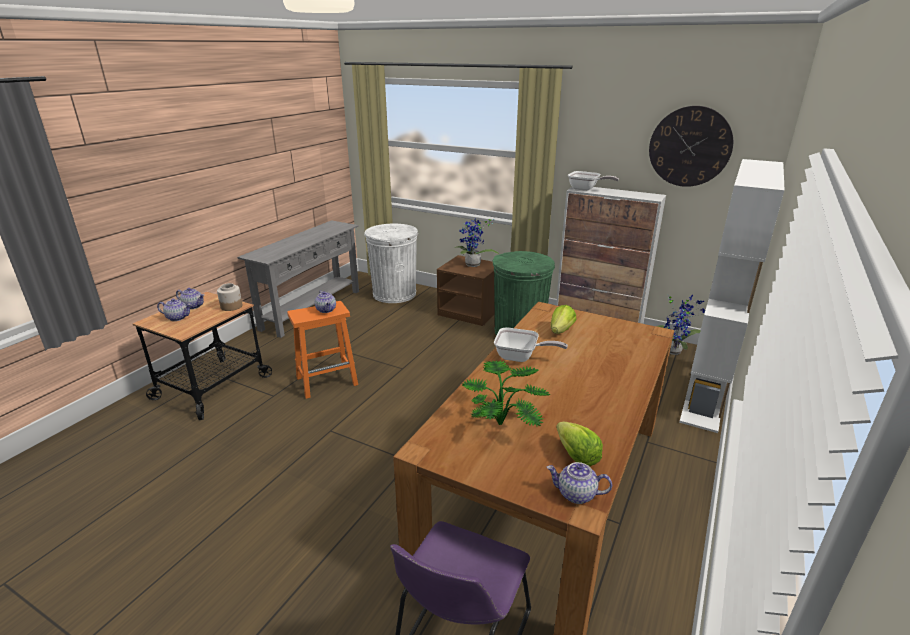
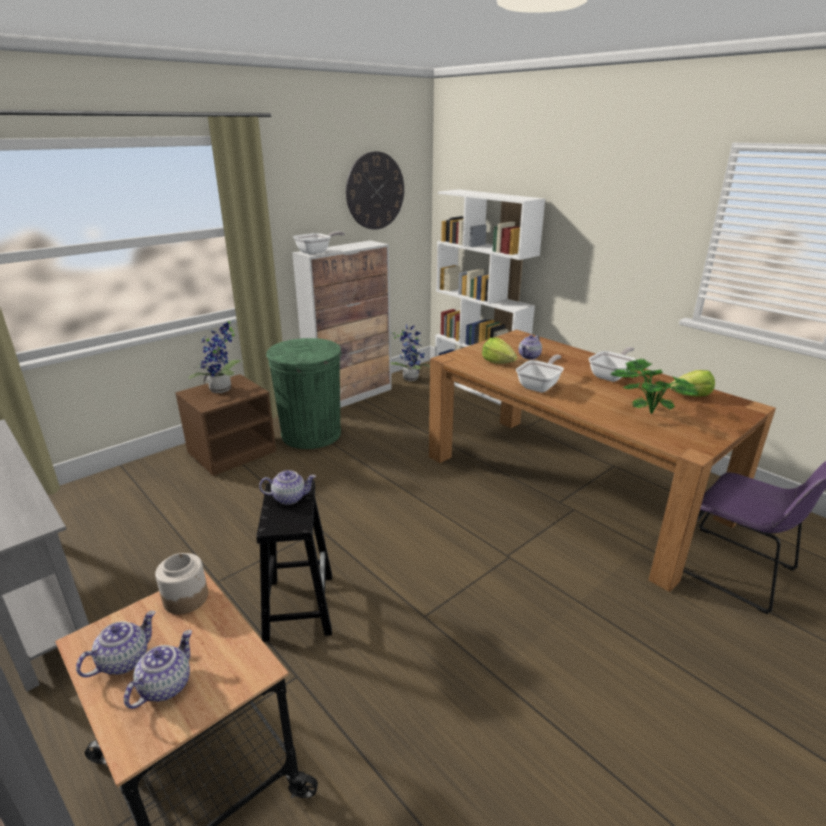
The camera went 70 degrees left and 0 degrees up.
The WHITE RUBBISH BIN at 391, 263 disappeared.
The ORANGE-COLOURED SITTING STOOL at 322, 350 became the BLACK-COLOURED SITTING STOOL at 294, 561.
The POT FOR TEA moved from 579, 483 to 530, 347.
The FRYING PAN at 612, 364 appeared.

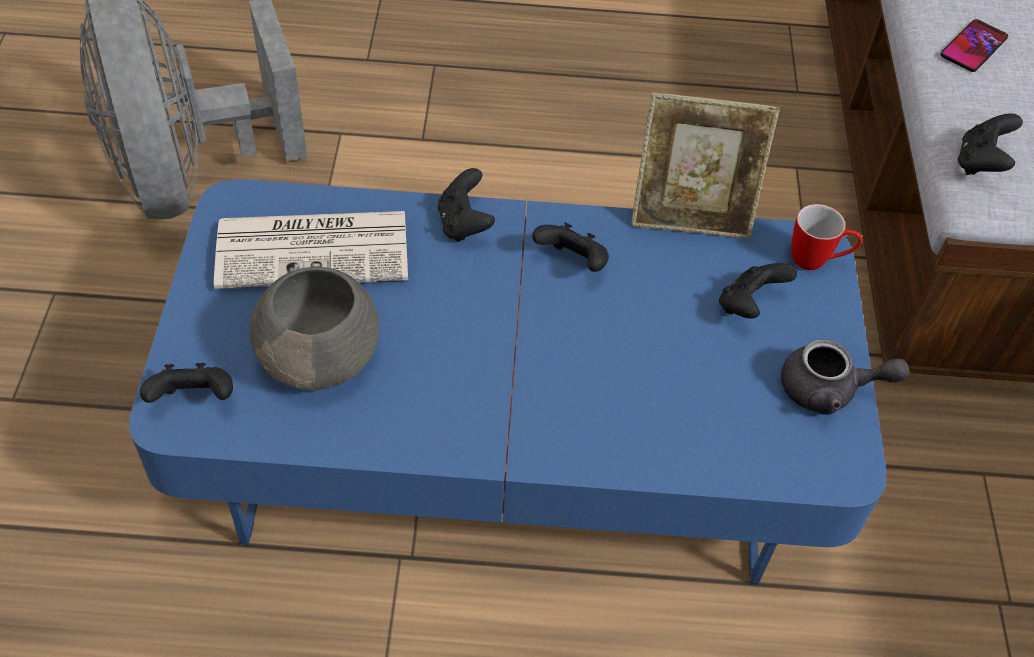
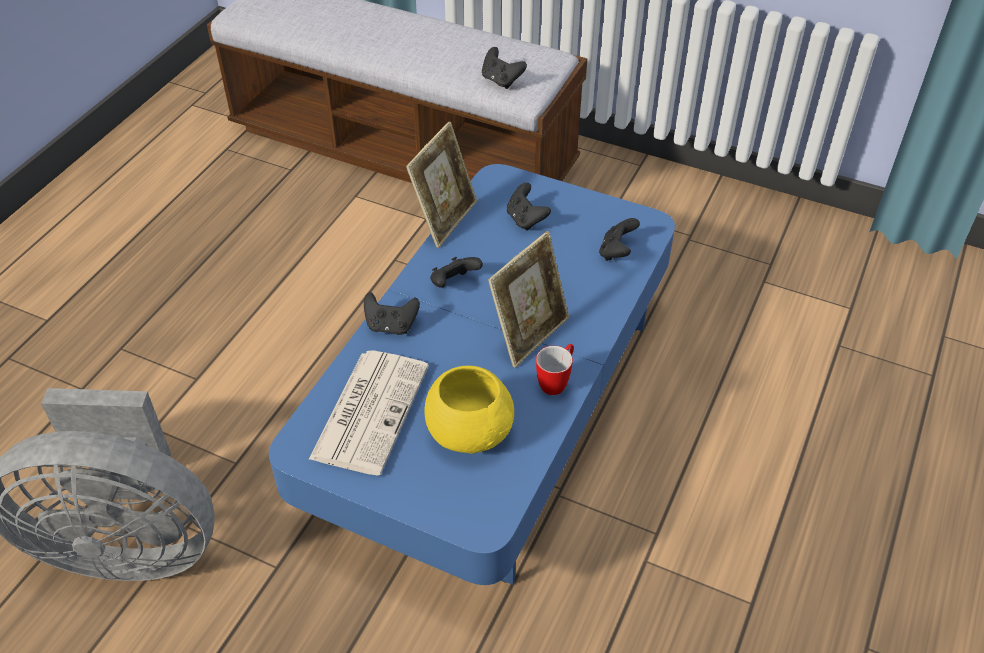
The camera went 65 degrees left and 5 degrees down.
The PHONE at 974, 45 disappeared.
The MUG moved from 826, 237 to 555, 369.
The GREY BOWL at 314, 329 became the YELLOW BOWL at 469, 410.
The GREY POT FOR TEA at 845, 377 disappeared.
The BLACK-COLOURED JOYPAD moved from 186, 383 to 619, 239.
The PICTURE FRAME at 528, 299 appeared.

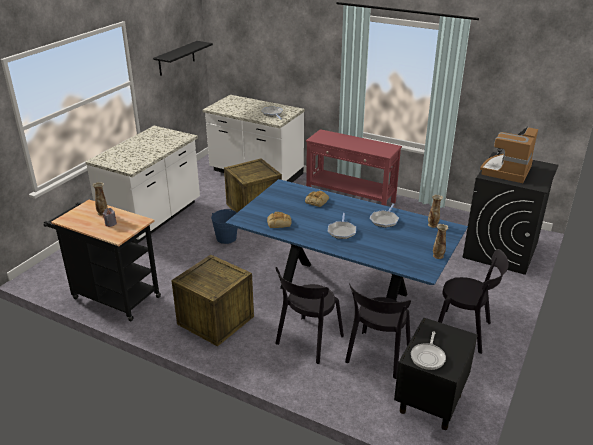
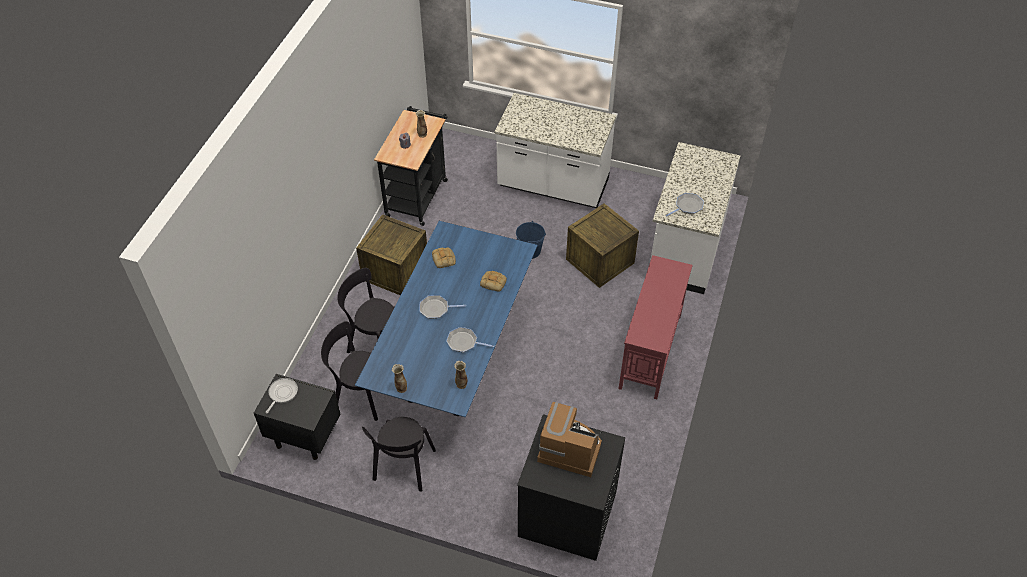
The camera went 80 degrees right and 20 degrees up.
The BLACK-COLOURED BRACKET SHELF at 183, 58 disappeared.
The FRYING PAN at 428, 350 turned 105 degrees clockwise.

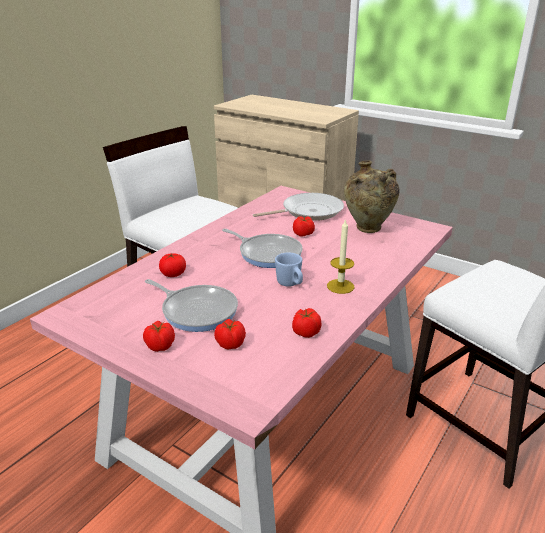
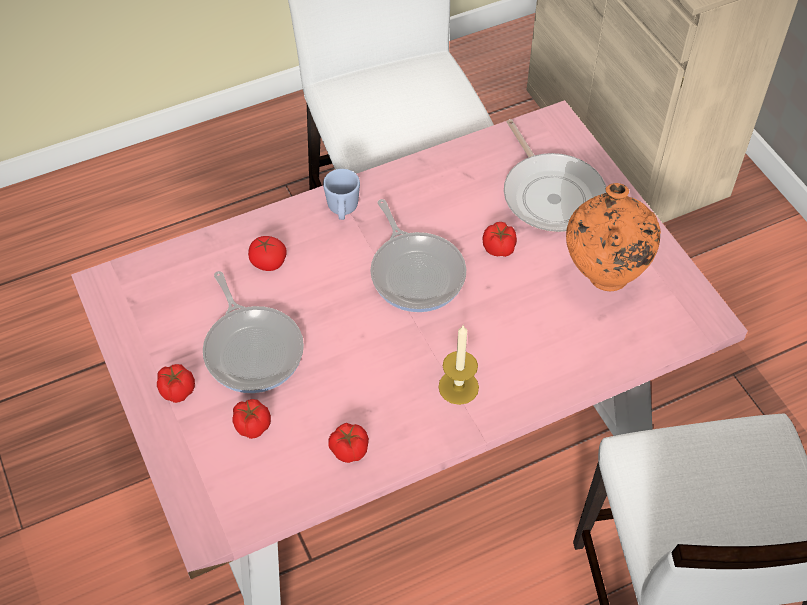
The camera went 30 degrees right and 25 degrees up.
The BEIGE FLOWER VASE at 371, 196 became the ORANGE-COLOURED FLOWER VASE at 613, 237.
The FRYING PAN at 298, 207 turned 60 degrees clockwise.
The BLUE-COLOURED MUG moved from 289, 269 to 341, 194.

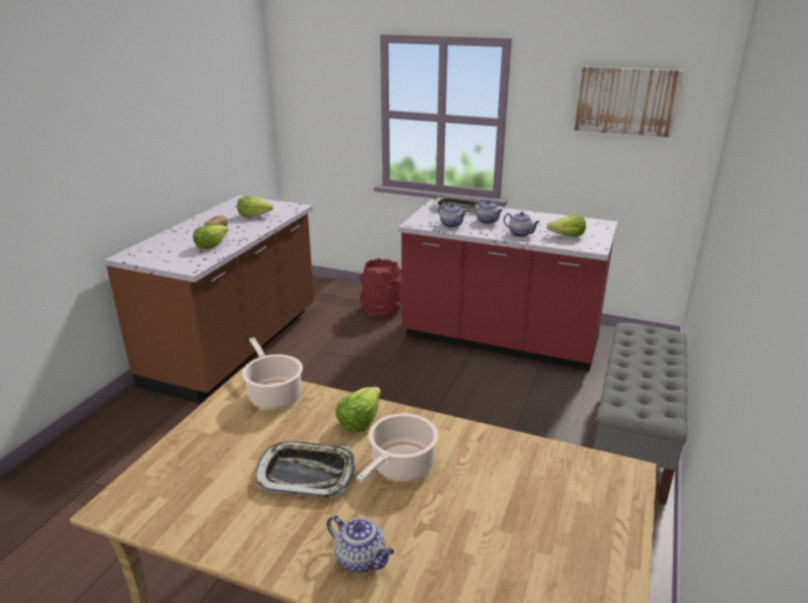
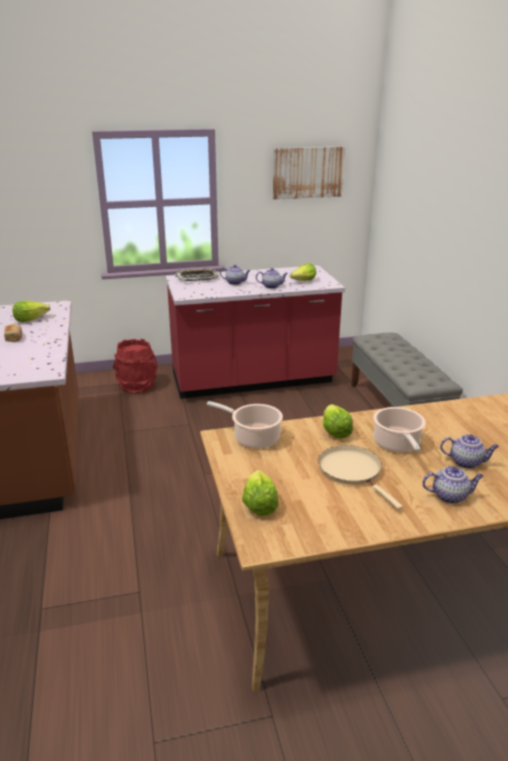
The camera went 35 degrees left and 0 degrees up.
The POT FOR TEA moved from 452, 215 to 469, 452.
The HEAD OF LETTUCE moved from 210, 237 to 260, 493.
The TRAY at 306, 469 was replaced by the BEIGE FRYING PAN at 360, 477.

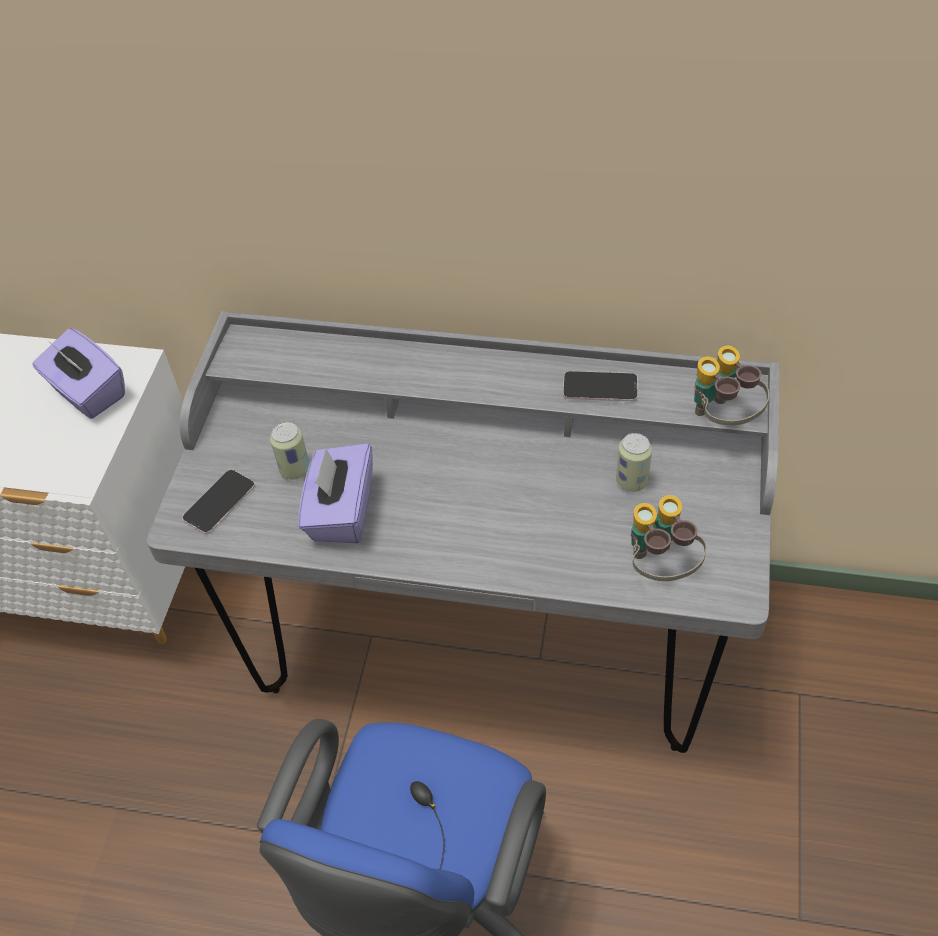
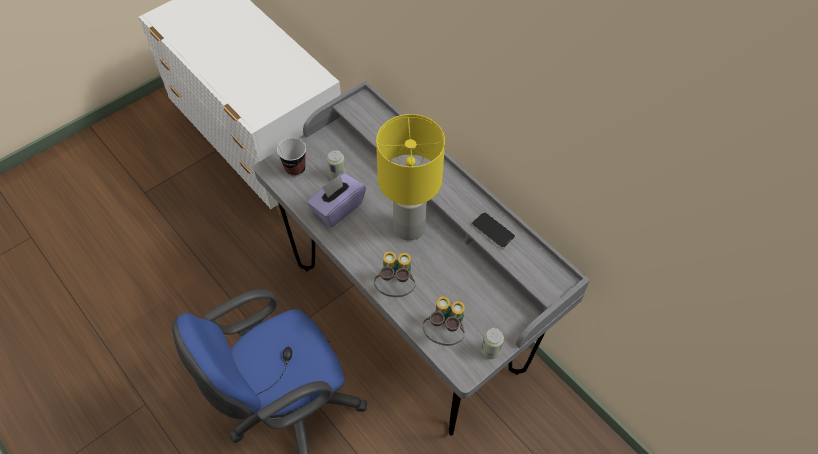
The camera went 35 degrees right and 5 degrees up.
The PURPLE TISSUE HOLDER at 78, 373 disappeared.
The PAIR OF BINOCULARS moved from 731, 386 to 395, 274.
The SEALED CAN moved from 634, 462 to 492, 343.
The PHONE at 218, 501 was replaced by the CUP at 291, 157.
The YELLOW LAMP FOR A TABLE at 410, 177 appeared.

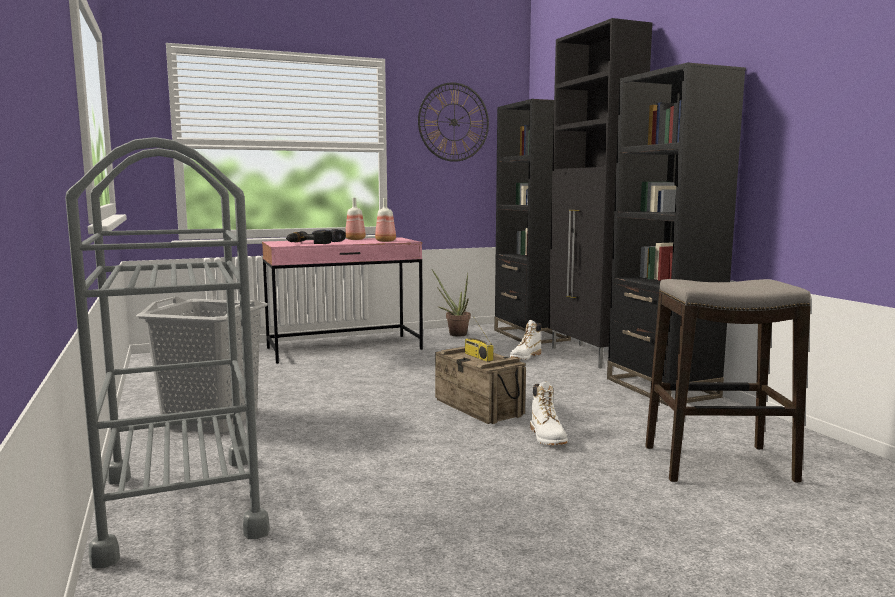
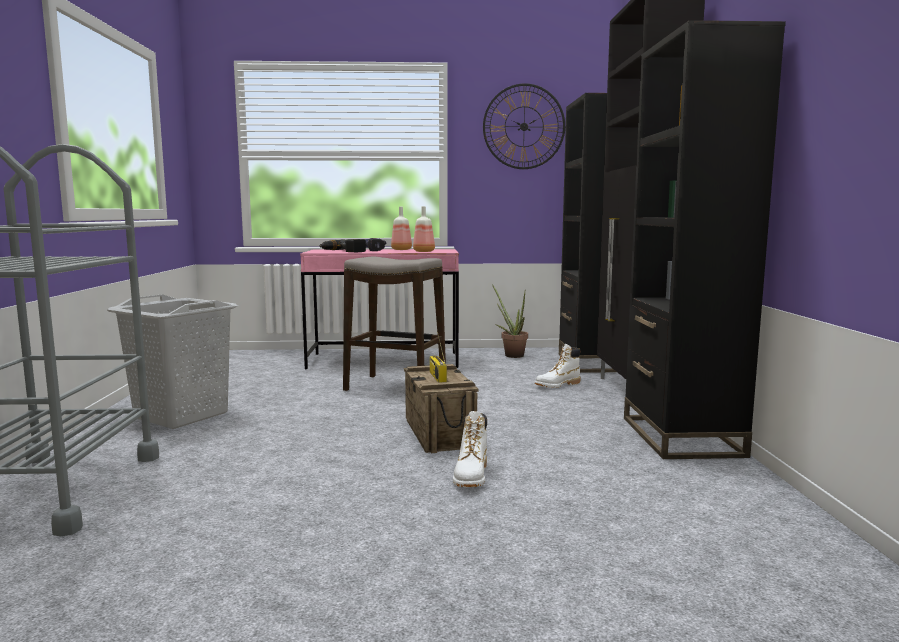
The camera went 20 degrees right and 0 degrees up.
The SITTING STOOL moved from 728, 381 to 394, 323.

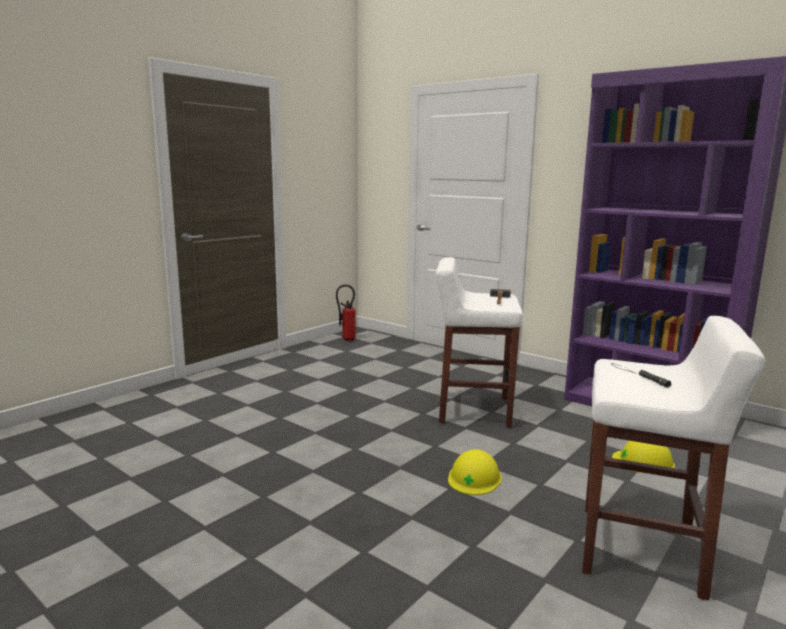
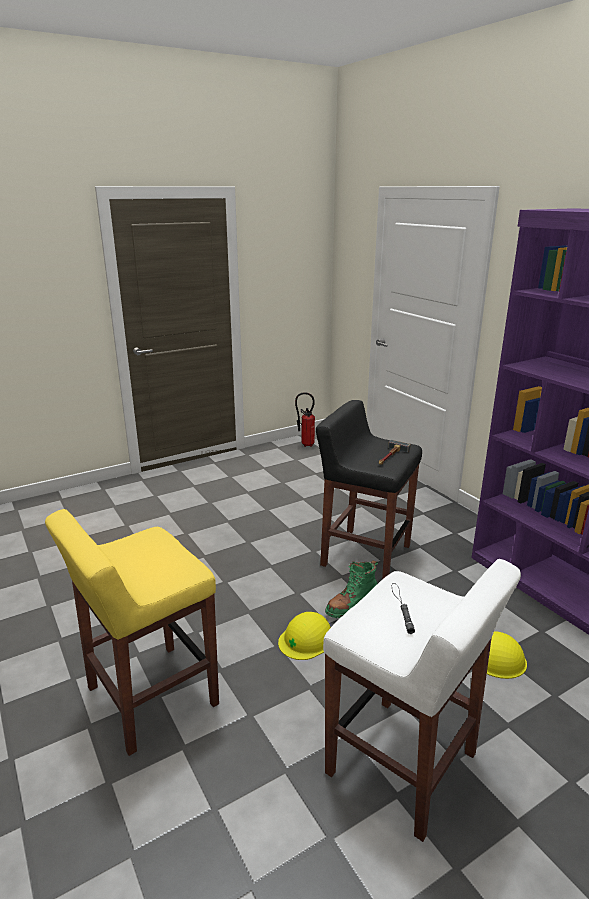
The camera went 20 degrees right and 10 degrees up.
The WHITE SITTING STOOL at 479, 342 became the BLACK-COLOURED SITTING STOOL at 369, 489.
The YELLOW SITTING STOOL at 132, 632 appeared.
The GREEN-COLOURED BOOT at 351, 589 appeared.

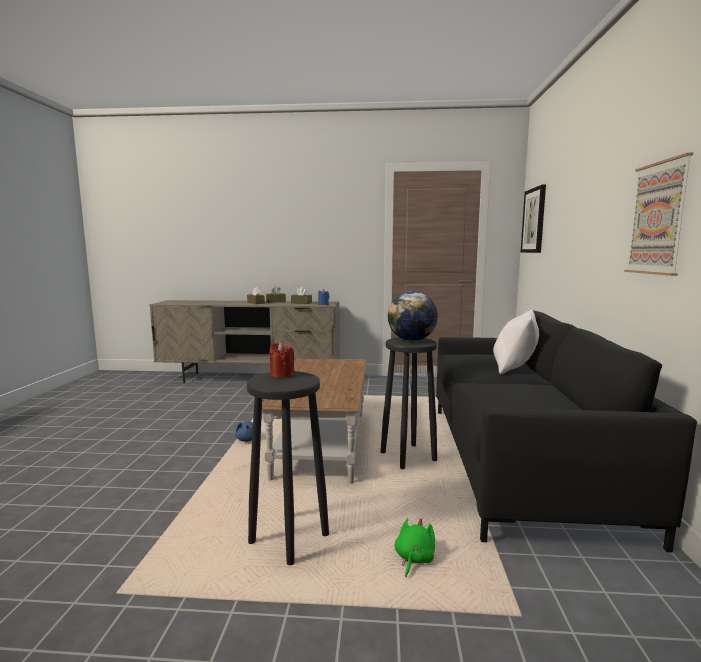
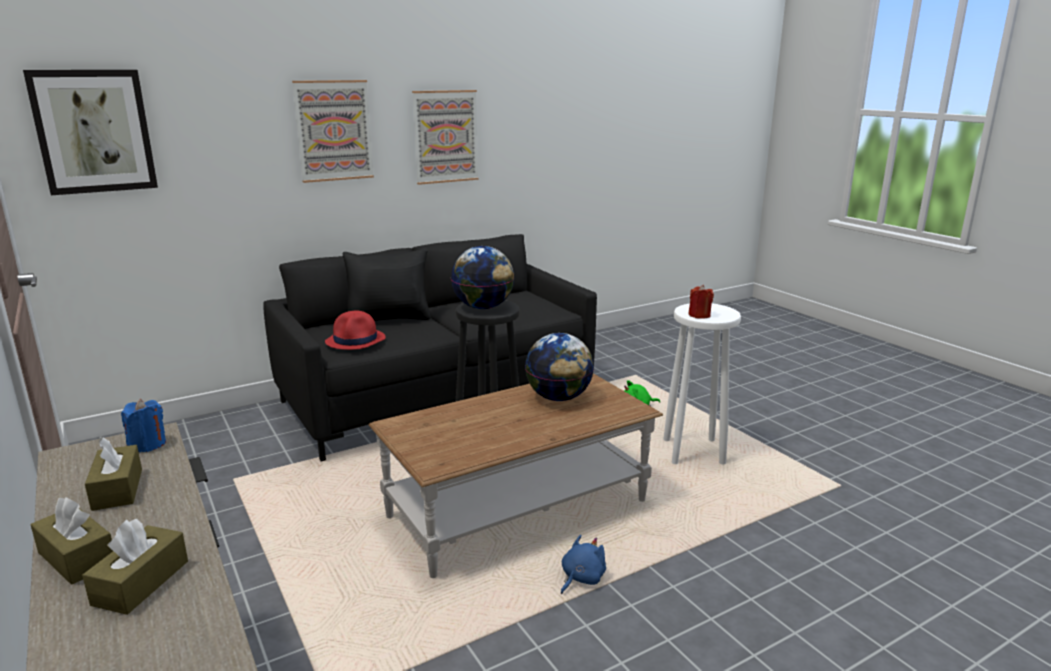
The camera went 125 degrees left and 10 degrees up.
The WHITE CUSHION at 516, 341 became the BLACK-COLOURED CUSHION at 387, 284.
The BLACK-COLOURED SITTING STOOL at 288, 468 became the WHITE SITTING STOOL at 702, 383.
The WALL ART at 333, 131 appeared.
The RED-COLOURED HAT at 355, 330 appeared.
The DESK GLOBE at 559, 367 appeared.

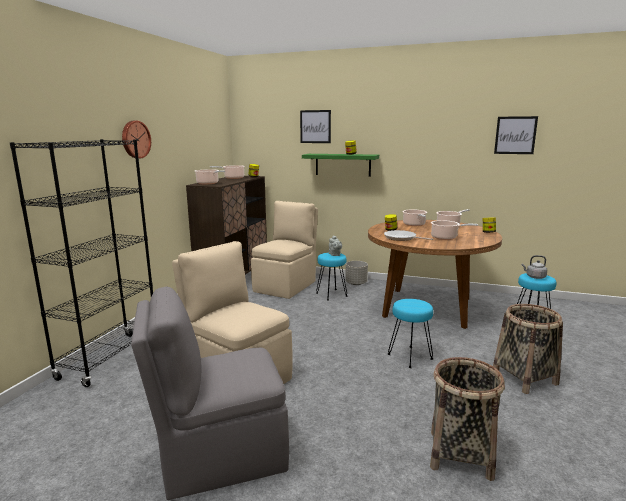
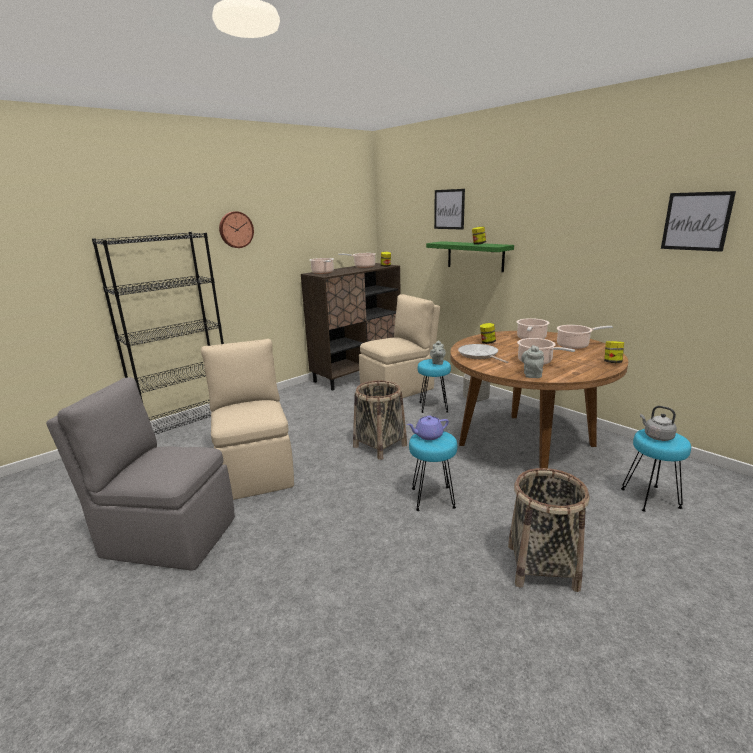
The camera went 30 degrees right and 5 degrees up.
The BASKET moved from 467, 419 to 380, 420.
The GREY POT FOR TEA at 532, 361 appeared.
The PURPLE POT FOR TEA at 428, 427 appeared.

